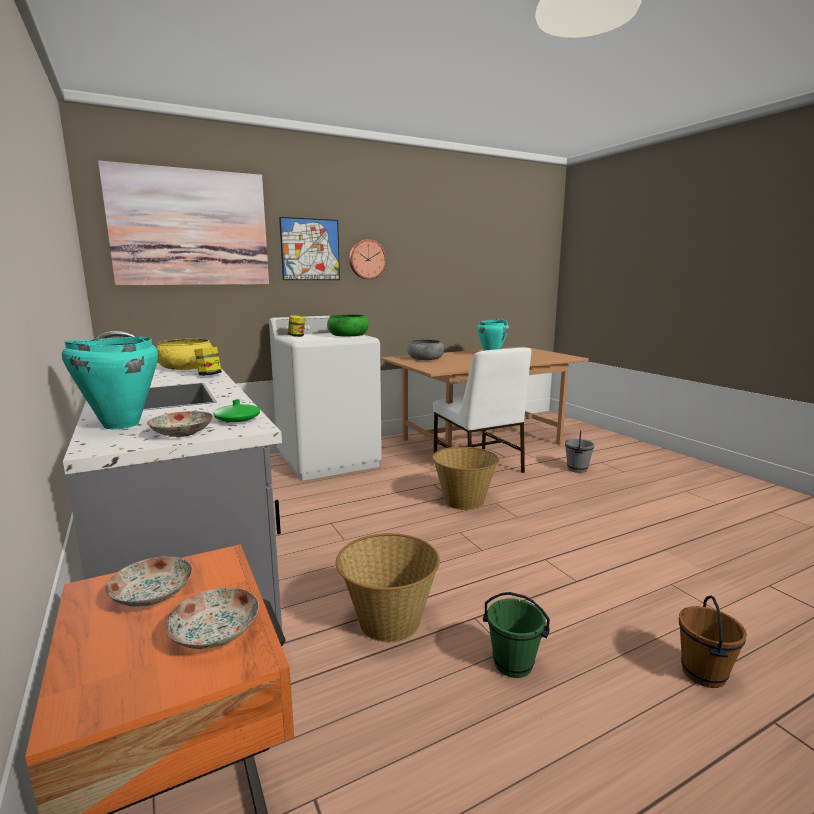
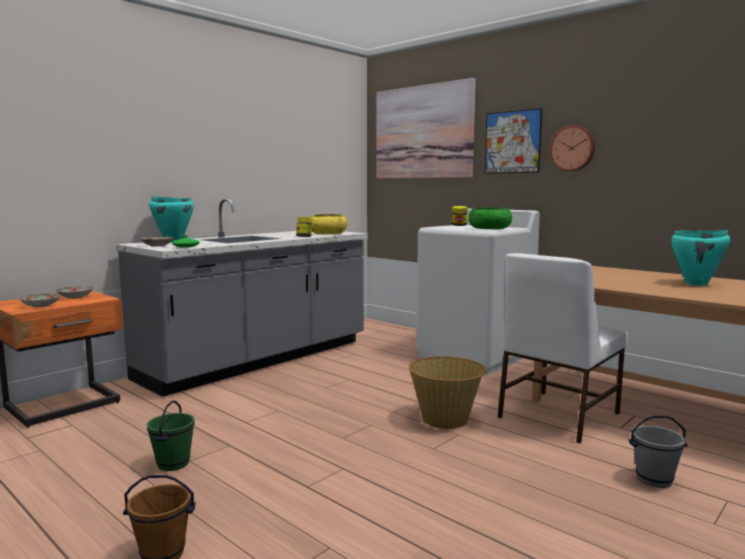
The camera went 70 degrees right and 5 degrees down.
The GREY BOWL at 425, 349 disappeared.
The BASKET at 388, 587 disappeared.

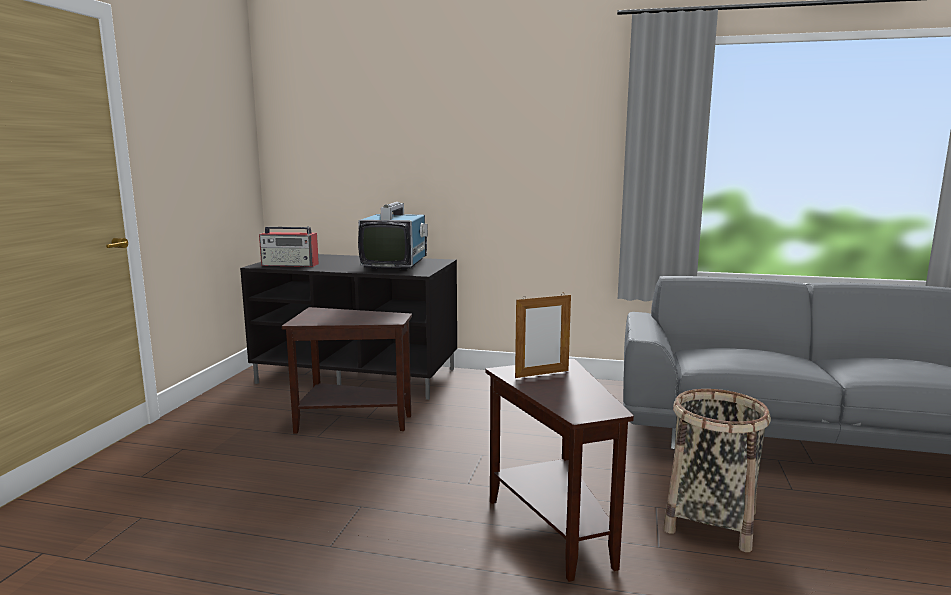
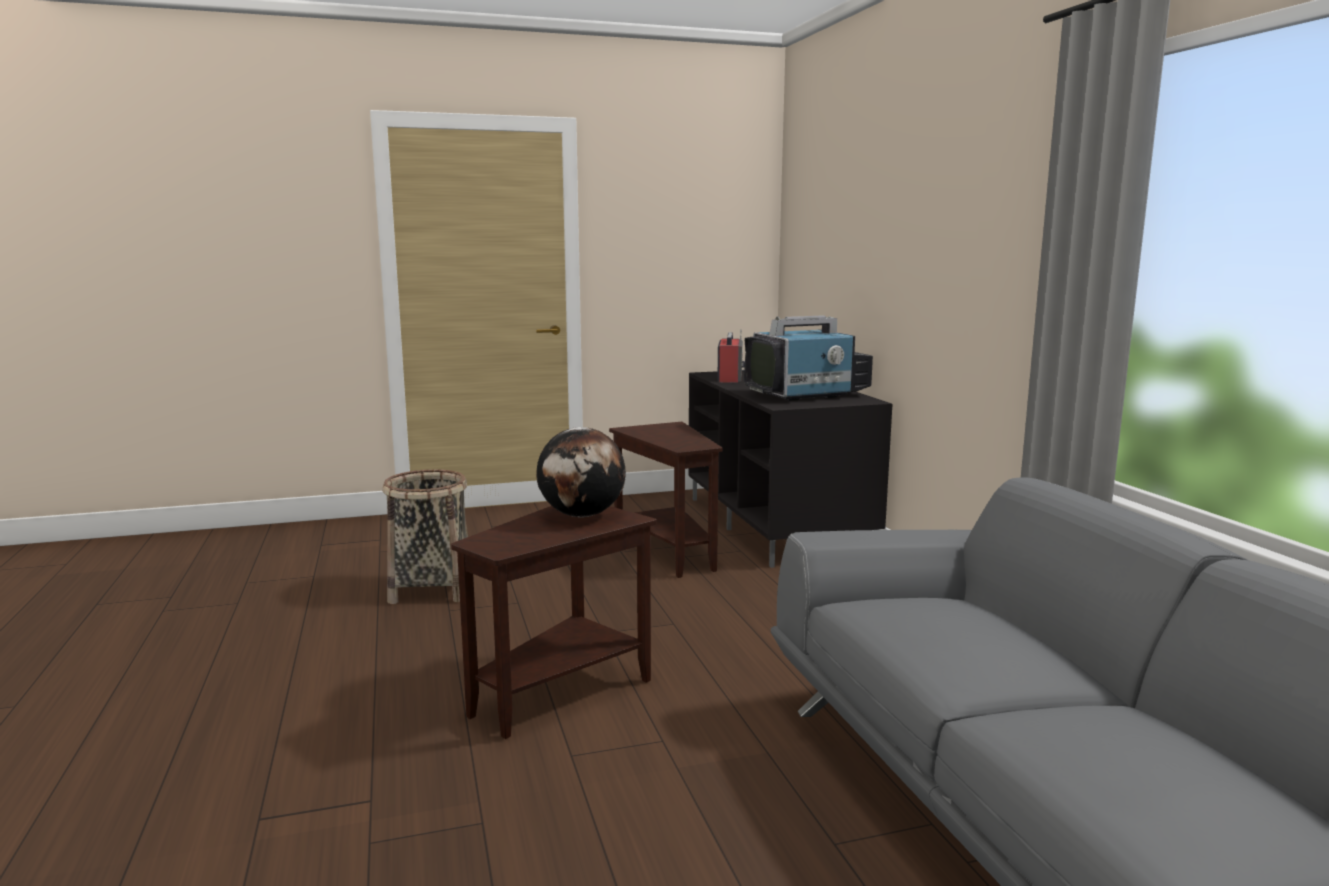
The camera went 60 degrees right and 0 degrees up.
The RADIO at 289, 246 turned 150 degrees counterclockwise.
The PICTURE FRAME at 543, 335 was replaced by the DESK GLOBE at 581, 472.
The BASKET moved from 717, 470 to 425, 536.

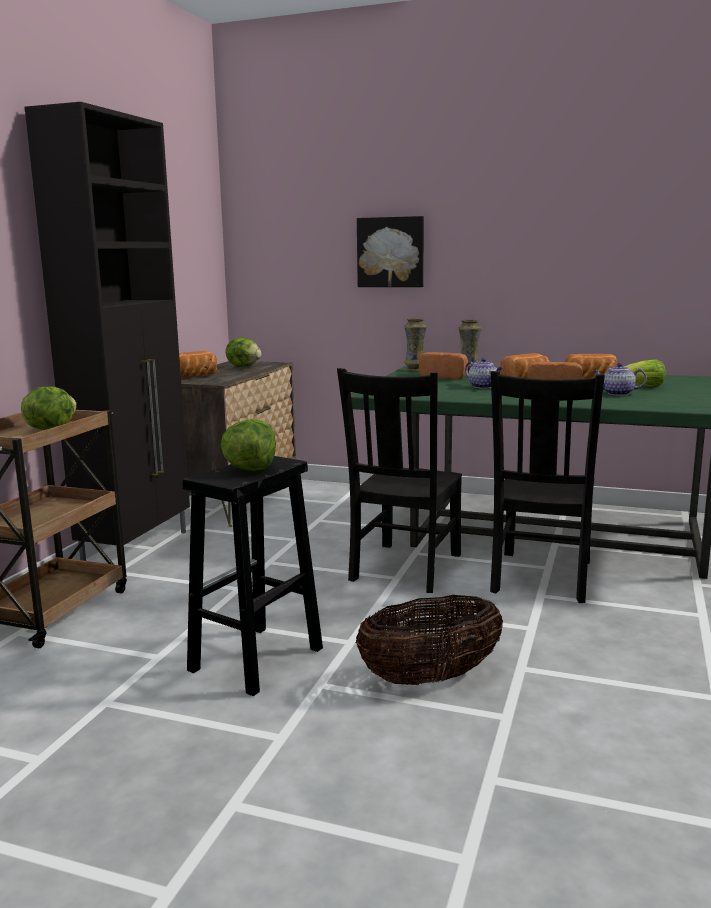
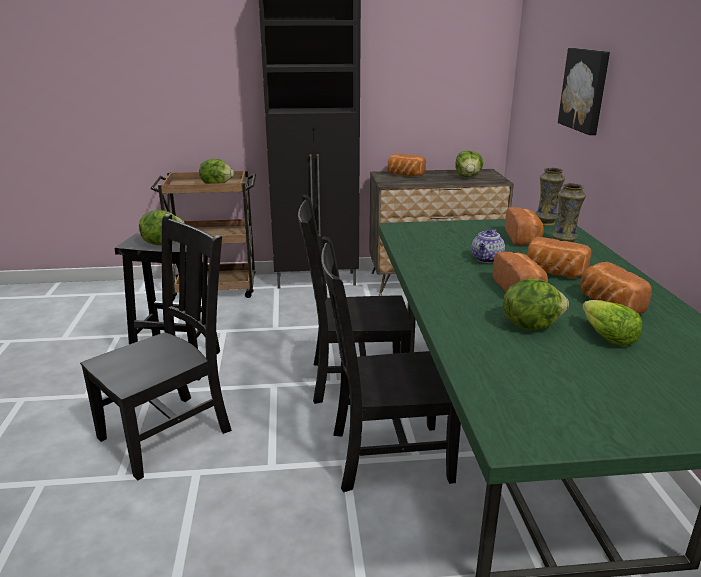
The camera went 65 degrees right and 10 degrees up.
The POT FOR TEA at 620, 379 was replaced by the HEAD OF LETTUCE at 536, 304.
The BASKET at 429, 640 was replaced by the BLACK-COLOURED PLAIN CHAIR at 156, 347.

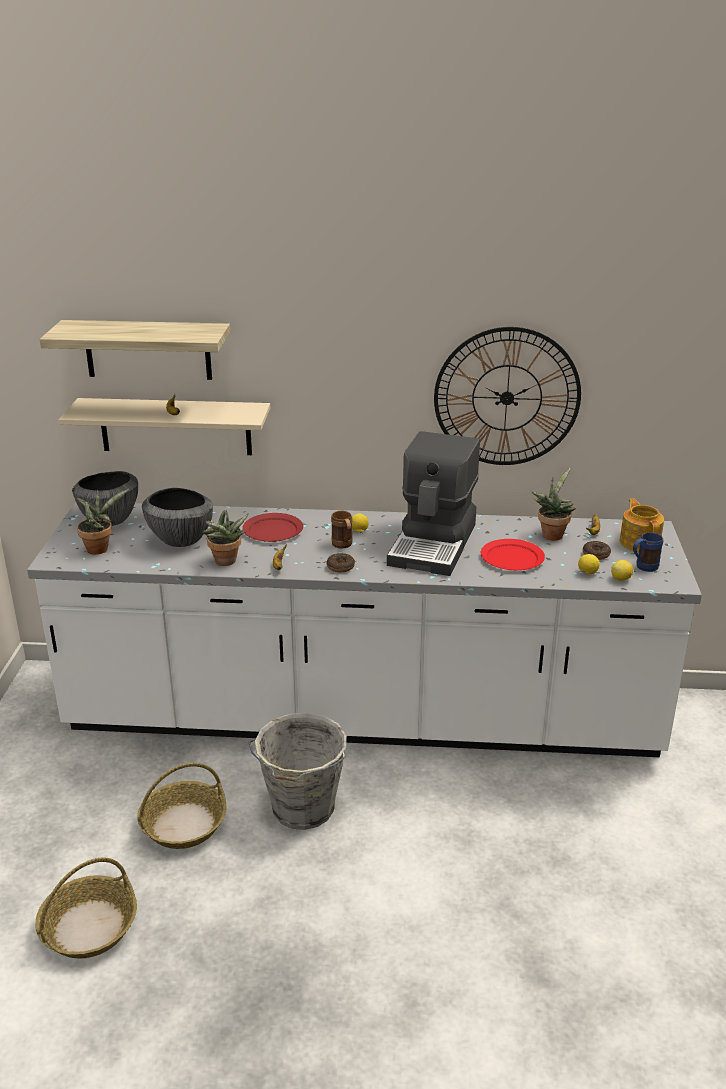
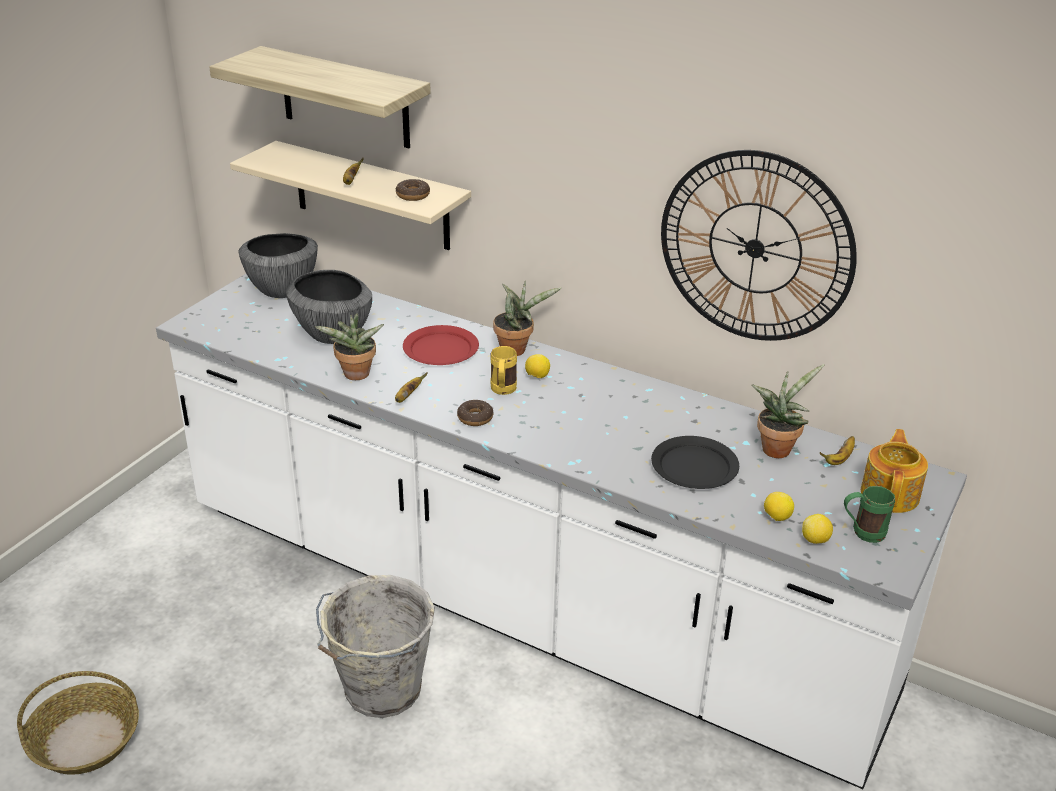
The camera went 25 degrees right and 5 degrees up.
The COFFEE BREWER at 433, 503 disappeared.
The PLANT IN A POT moved from 102, 522 to 527, 318.
The BROWN-COLOURED MUG at 342, 530 became the YELLOW MUG at 503, 370.
The BLUE-COLOURED MUG at 648, 552 became the GREEN-COLOURED MUG at 869, 514.
The RED-COLOURED PLATE at 513, 554 became the BLACK-COLOURED PLATE at 695, 462.
The DONUT moved from 597, 550 to 413, 190.
The BASKET at 182, 806 disappeared.

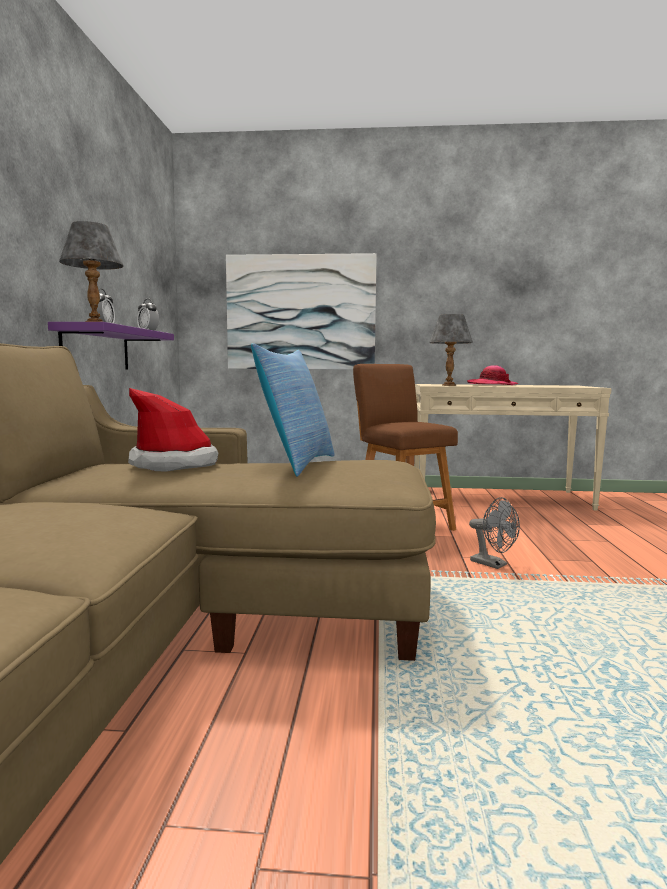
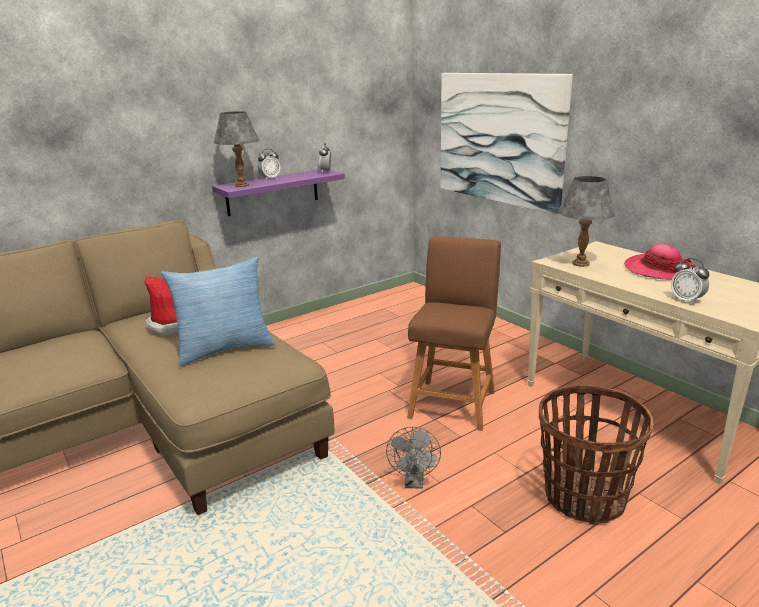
The camera went 50 degrees right and 15 degrees up.
The ALARM CLOCK at 690, 281 appeared.
The BASKET at 596, 454 appeared.

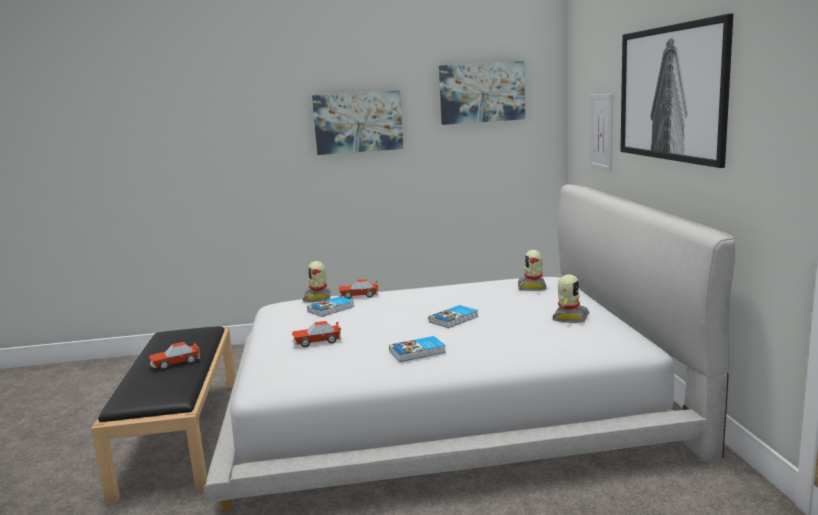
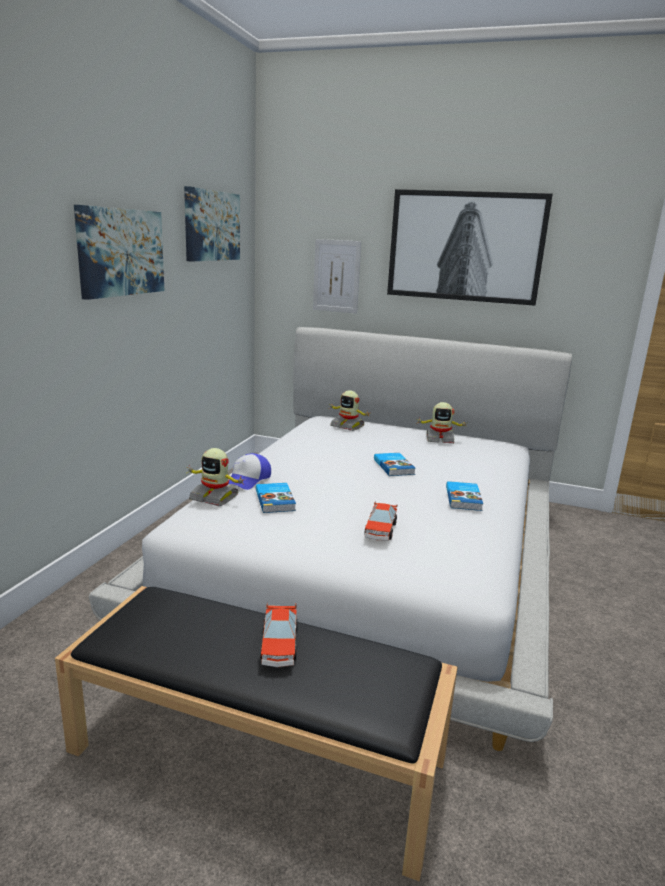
The camera went 65 degrees left and 5 degrees up.
The MODEL ROBOT at 571, 298 turned 135 degrees clockwise.
The MINIATURE CAR at 358, 289 was replaced by the BASEBALL CAP at 250, 471.

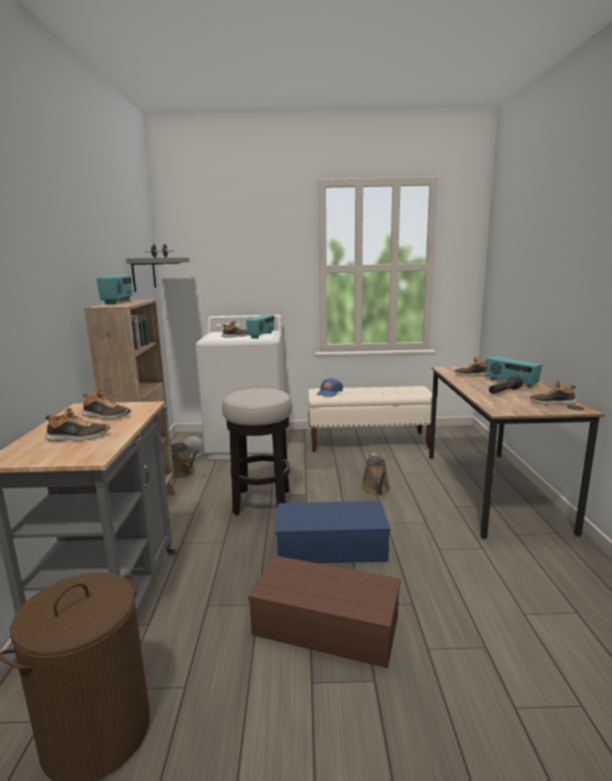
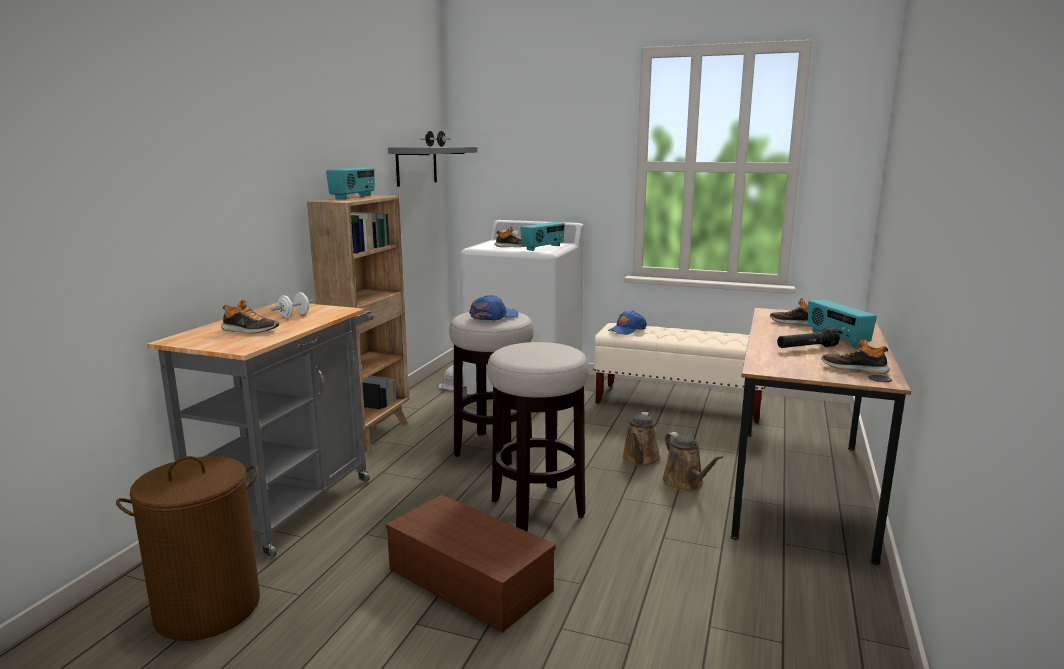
The camera went 20 degrees right and 0 degrees up.
The LOW SHOE at 106, 404 was replaced by the WHITE DUMBBELL at 293, 305.
The BROWN-COLOURED WATERING CAN moved from 185, 459 to 692, 461.
The BLUE-COLOURED STORAGE BIN at 333, 532 was replaced by the SITTING STOOL at 538, 436.
The BLUE-COLOURED BASEBALL CAP at 494, 307 appeared.

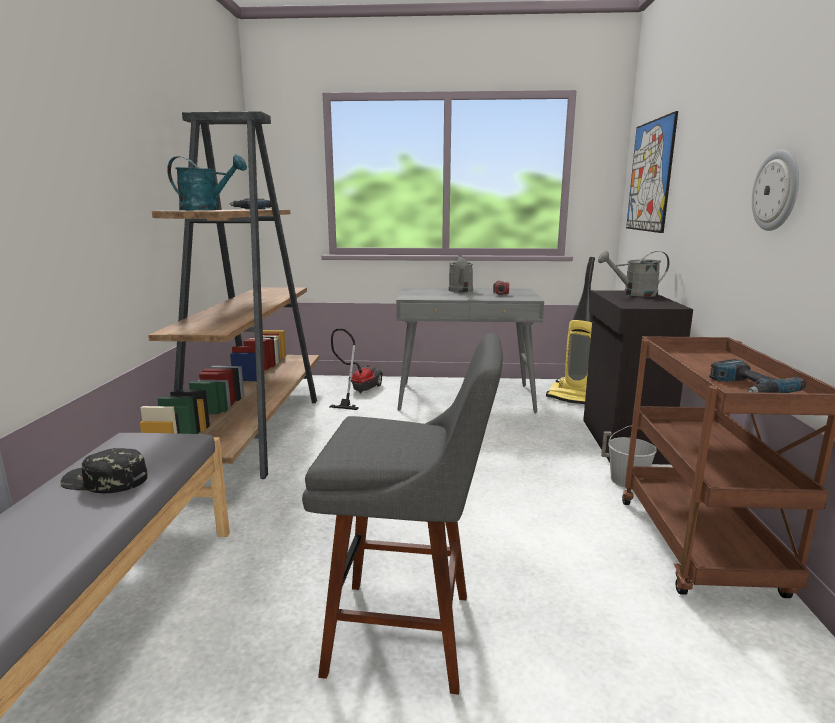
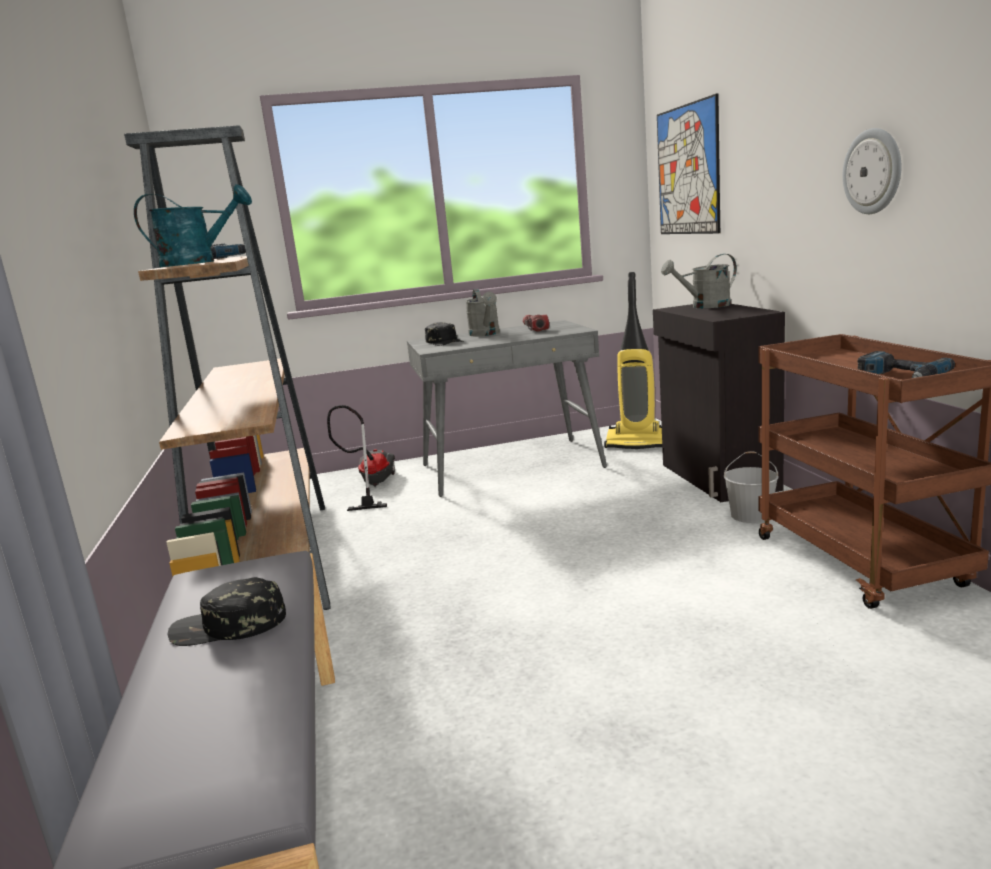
The camera went 15 degrees left and 0 degrees up.
The GREY SITTING STOOL at 402, 514 disappeared.
The BLACK-COLOURED BASEBALL CAP at 444, 334 appeared.

